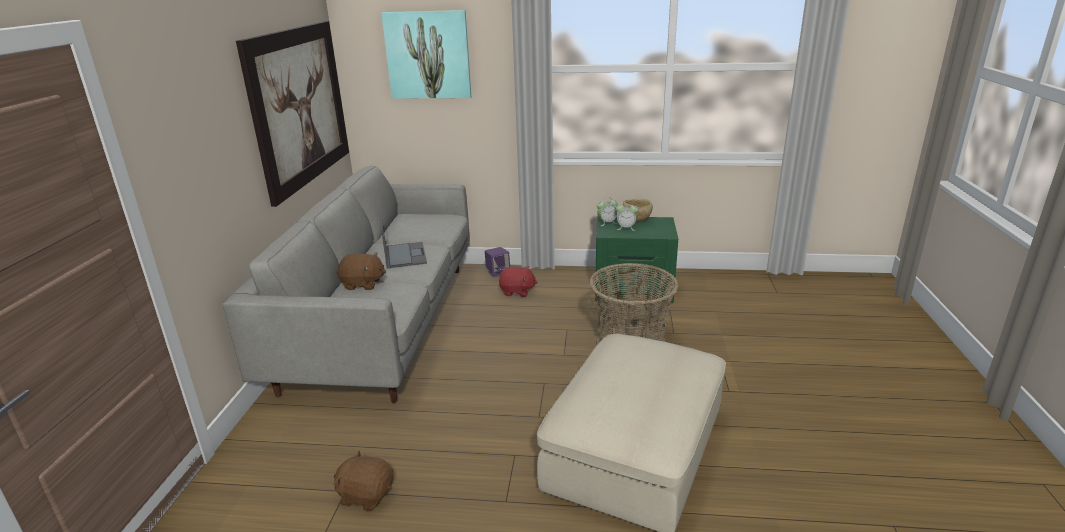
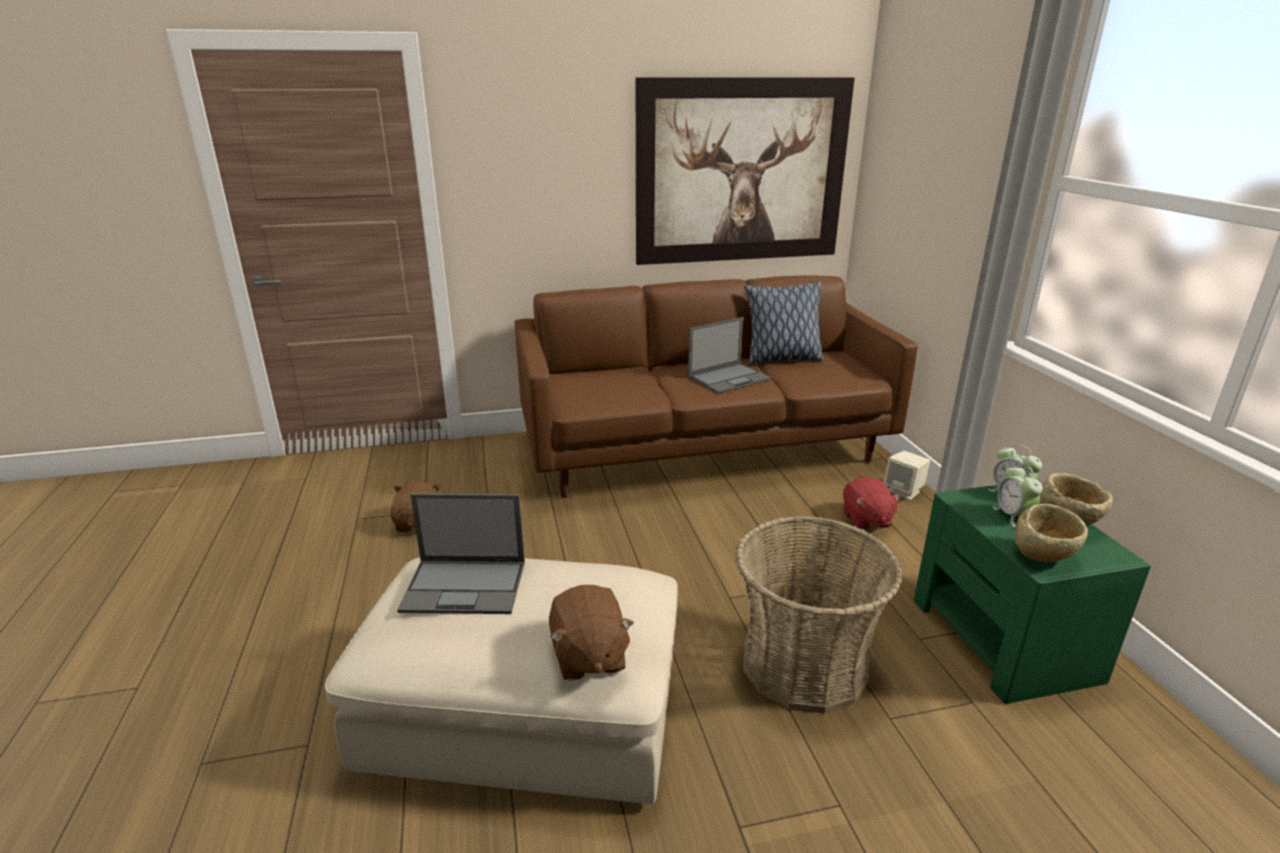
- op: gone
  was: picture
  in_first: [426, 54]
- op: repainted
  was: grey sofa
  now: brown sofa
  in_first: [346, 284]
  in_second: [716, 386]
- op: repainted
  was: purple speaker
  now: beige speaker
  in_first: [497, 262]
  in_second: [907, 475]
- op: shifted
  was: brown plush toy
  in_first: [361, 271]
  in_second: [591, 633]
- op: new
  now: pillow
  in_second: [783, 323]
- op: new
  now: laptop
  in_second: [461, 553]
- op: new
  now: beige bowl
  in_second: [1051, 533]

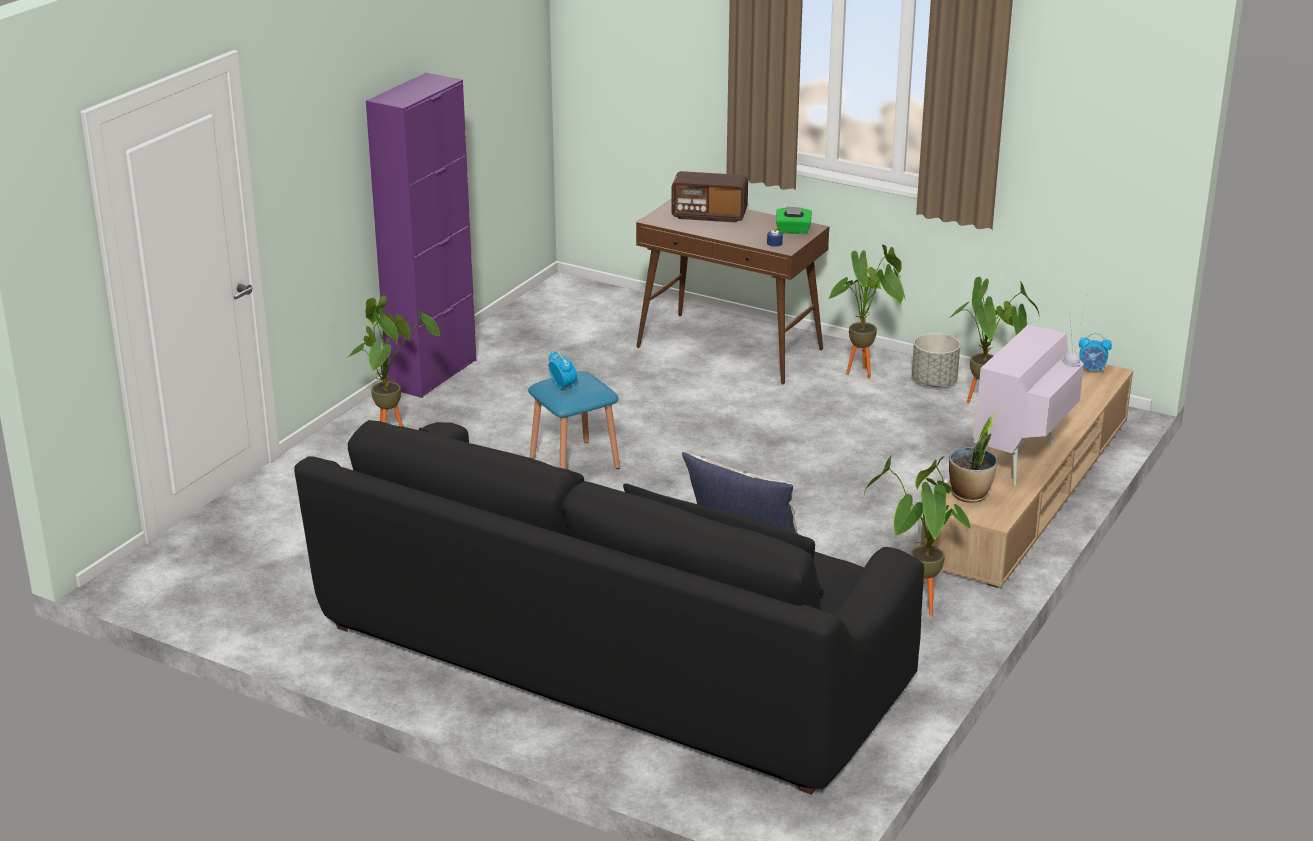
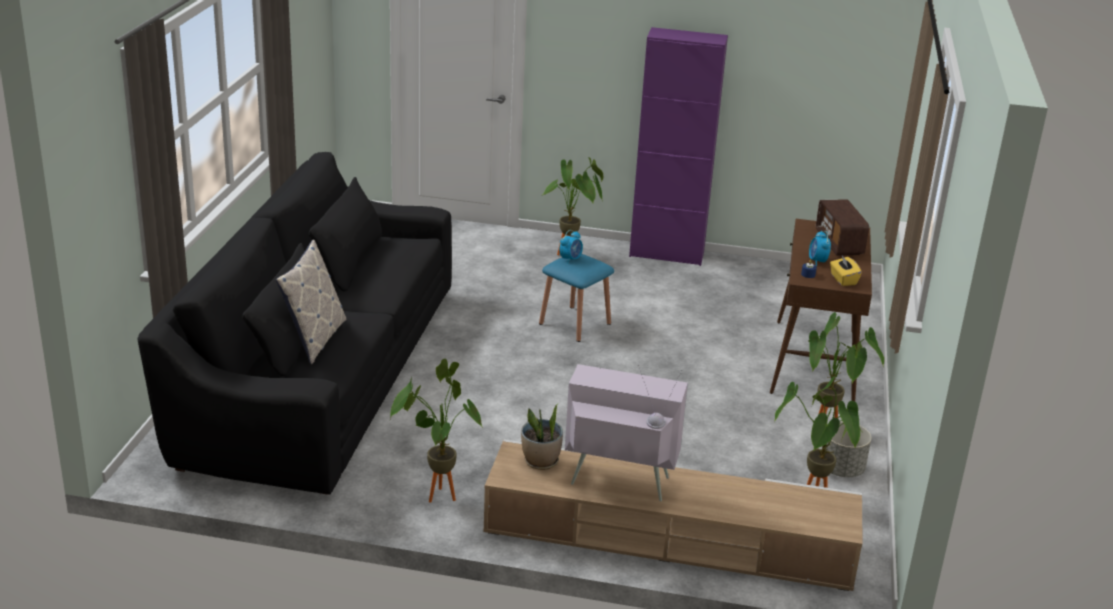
- op: repainted
  was: green tissue box
  now: yellow tissue box
  in_first: [794, 220]
  in_second: [846, 271]
- op: shifted
  was: alarm clock
  in_first: [1095, 353]
  in_second: [820, 248]

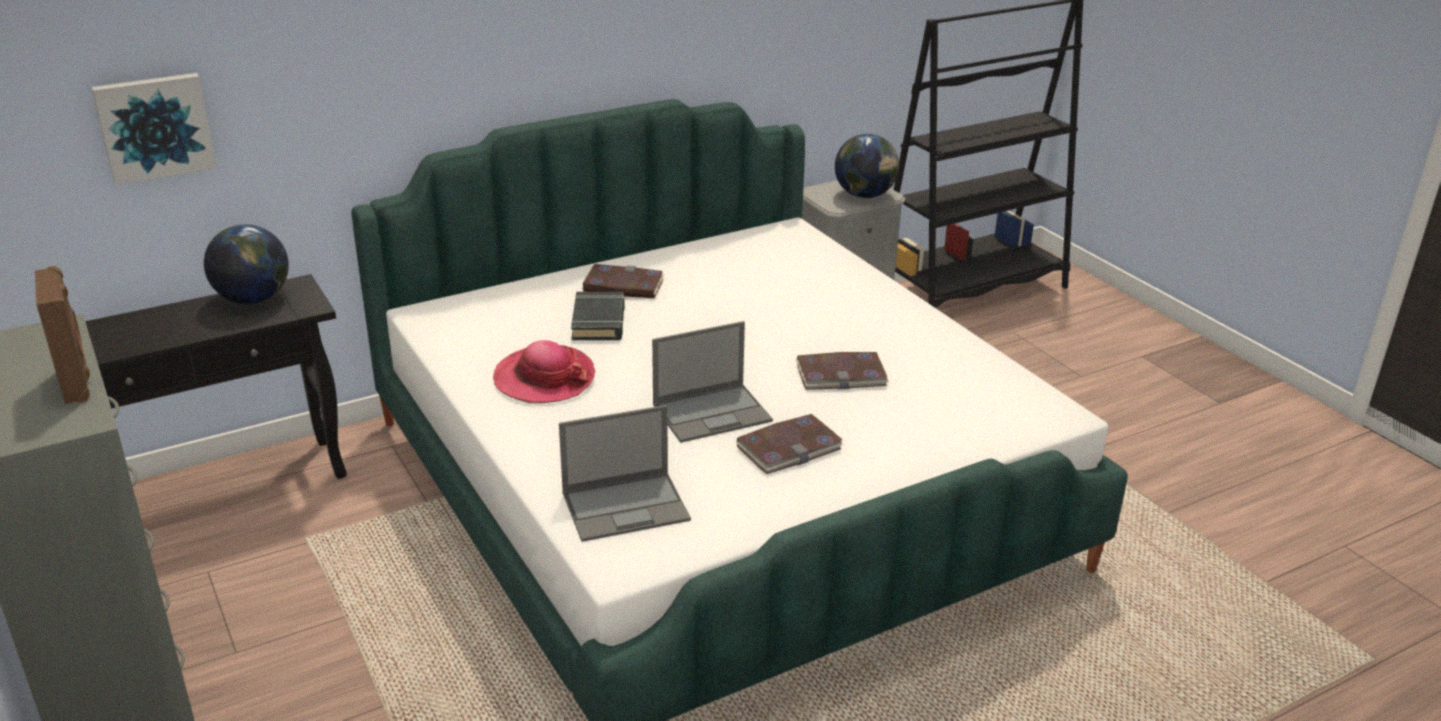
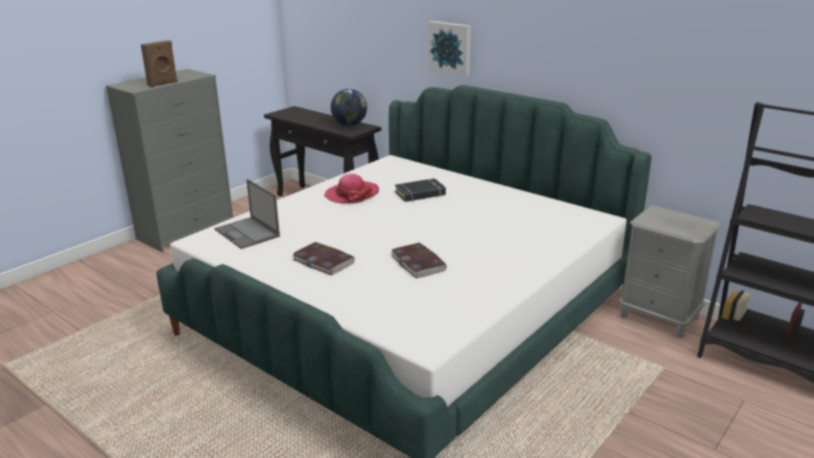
- op: shifted
  was: picture
  in_first: [154, 129]
  in_second: [449, 48]
- op: gone
  was: globe
  in_first: [867, 166]
- op: gone
  was: book
  in_first: [623, 281]
- op: gone
  was: laptop
  in_first: [712, 382]

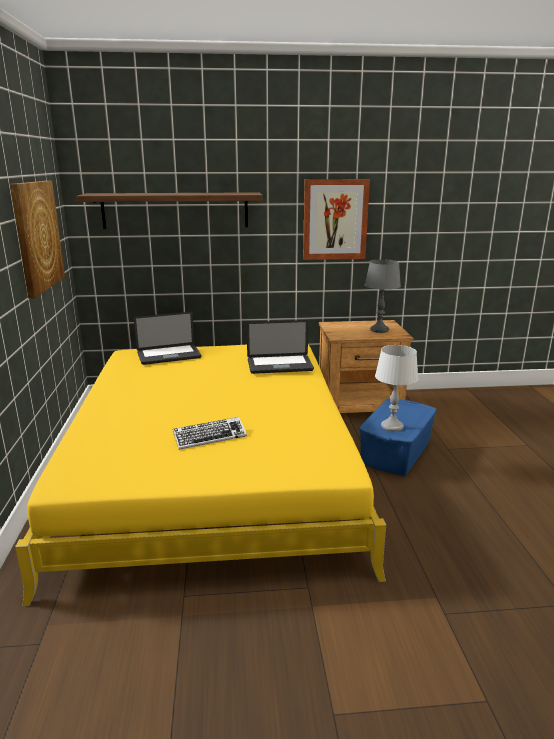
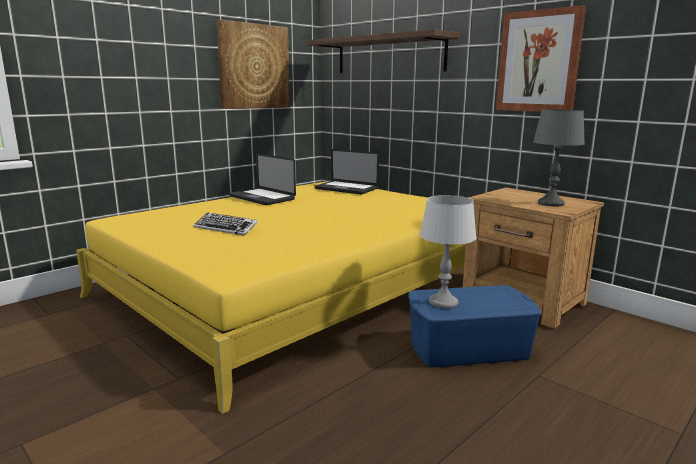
- op: shifted
  was: laptop
  in_first: [280, 347]
  in_second: [262, 179]

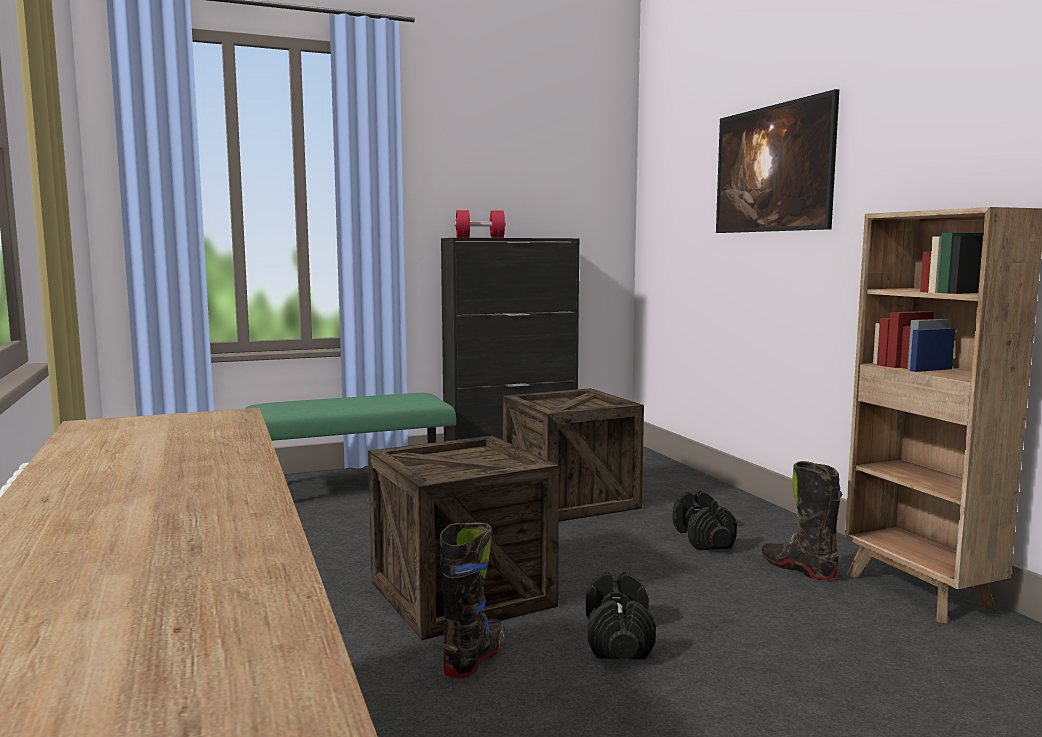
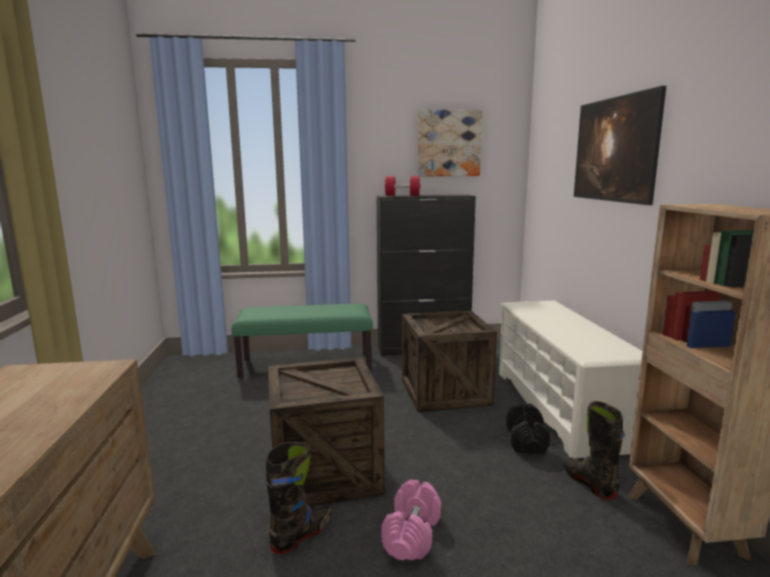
- op: repainted
  was: black dumbbell
  now: pink dumbbell
  in_first: [621, 615]
  in_second: [411, 520]
- op: new
  now: picture
  in_second: [450, 143]
- op: new
  now: white shoe rack
  in_second: [571, 380]

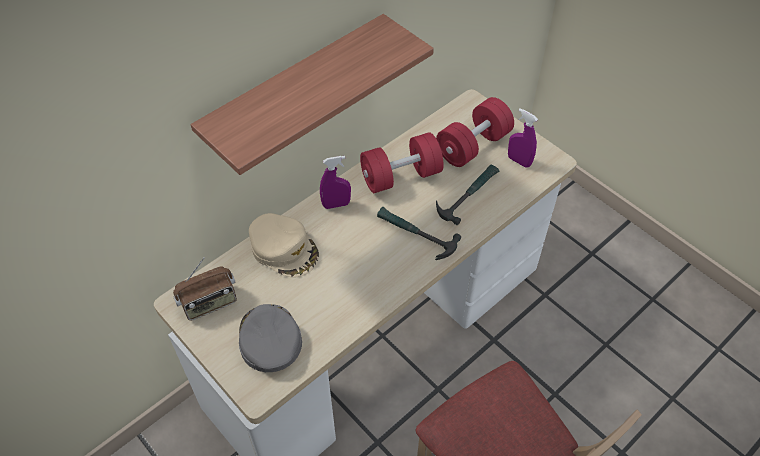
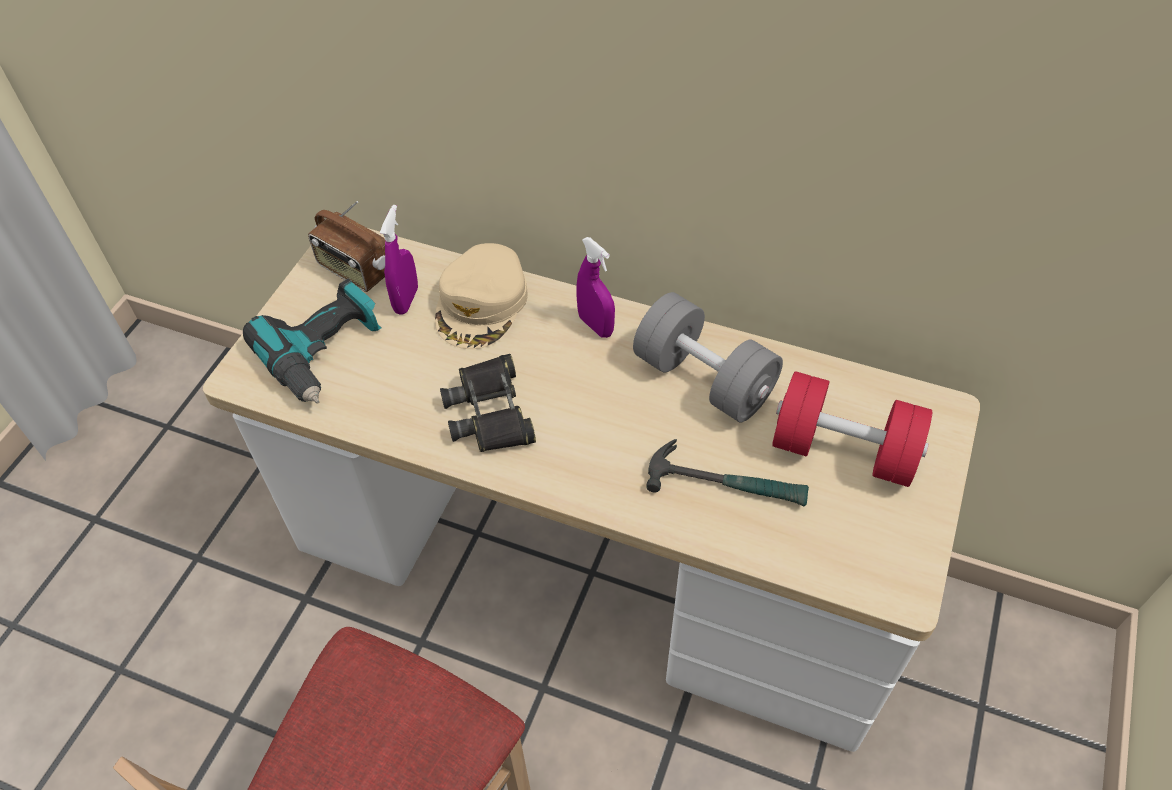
- op: gone
  was: shelf
  in_first: [312, 94]
- op: shifted
  was: purple spray bottle
  in_first: [523, 138]
  in_second: [399, 260]
- op: repainted
  was: red dumbbell
  now: grey dumbbell
  in_first: [402, 162]
  in_second: [708, 357]
- op: gone
  was: hammer
  in_first: [419, 233]
- op: swapped
  was: grey cap
  now: power drill
  in_first: [270, 338]
  in_second: [312, 341]
- op: new
  now: black binoculars
  in_second: [488, 403]

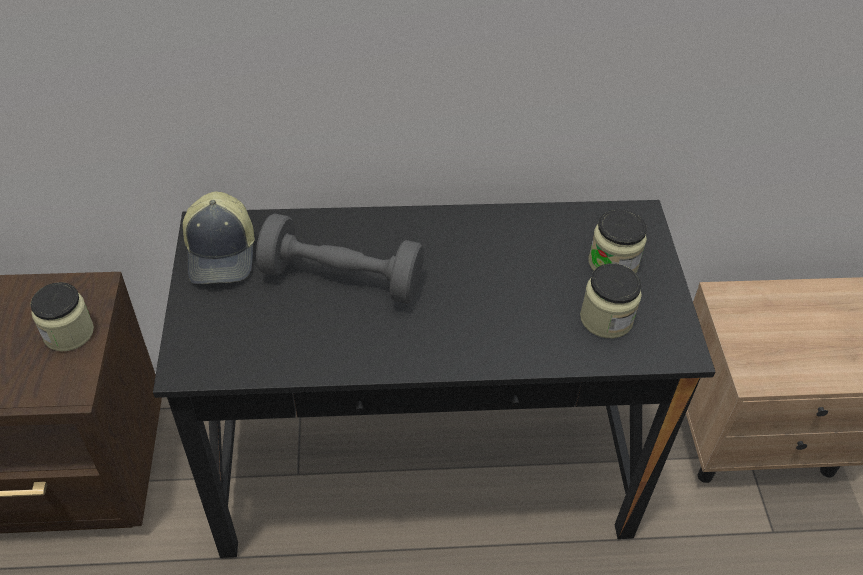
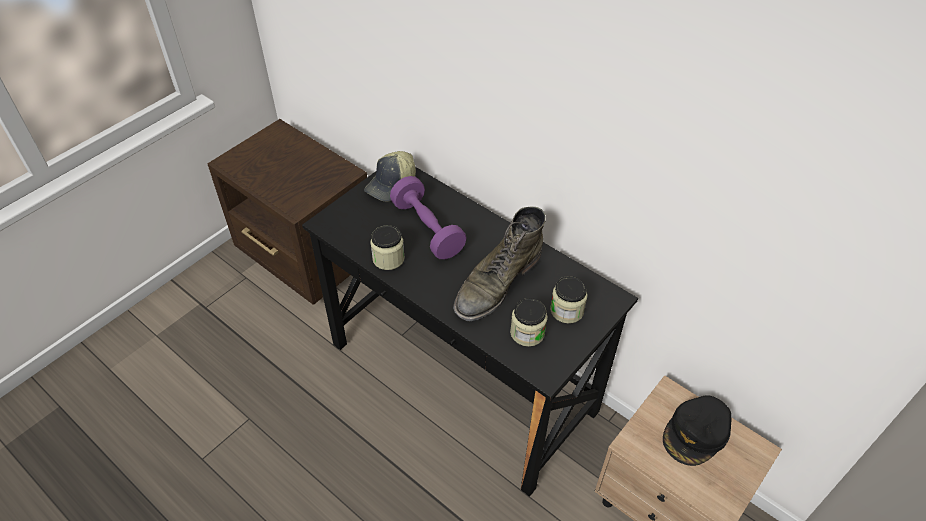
- op: repainted
  was: grey dumbbell
  now: purple dumbbell
  in_first: [340, 258]
  in_second: [428, 217]
- op: shifted
  was: jar
  in_first: [62, 316]
  in_second: [387, 247]
- op: new
  now: green boot
  in_second: [499, 264]
- op: new
  now: black cap
  in_second: [697, 430]

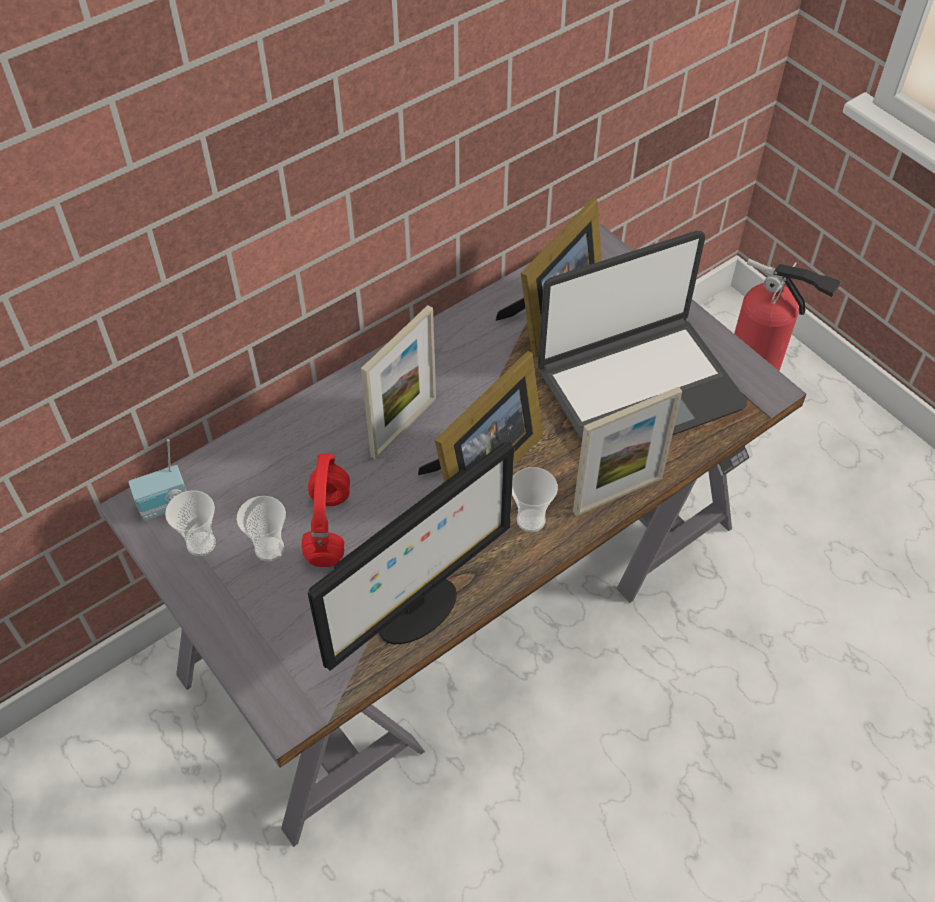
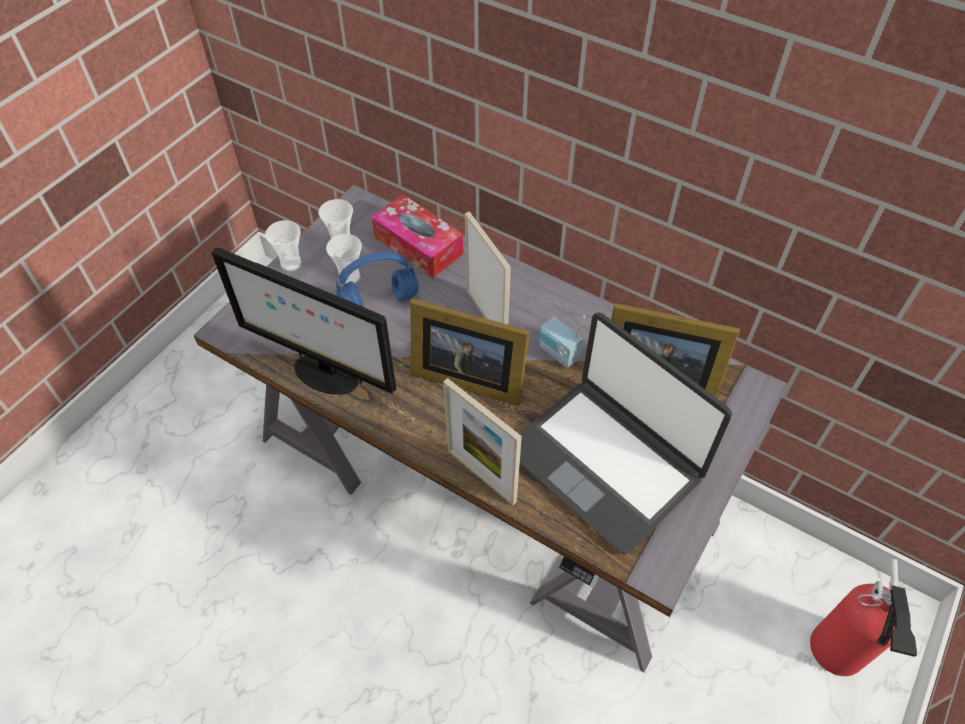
- op: rotated
  was: picture frame
  in_first: [398, 382]
  in_second: [488, 267]
  clockwise: -135
- op: shifted
  was: radio
  in_first: [157, 480]
  in_second: [562, 342]
- op: repainted
  was: red headphones
  now: blue headphones
  in_first: [325, 510]
  in_second: [377, 279]
- op: shifted
  was: cup
  in_first: [535, 499]
  in_second: [283, 245]
- op: new
  now: tissue box
  in_second: [417, 236]

